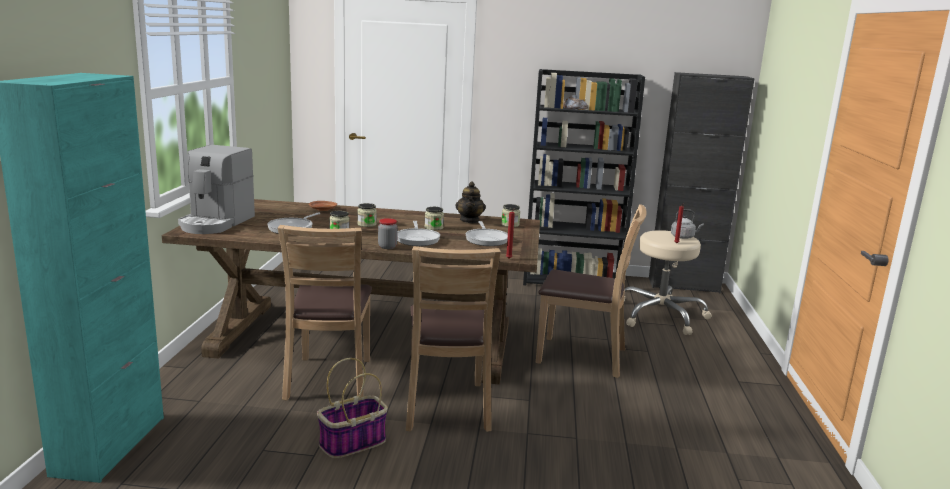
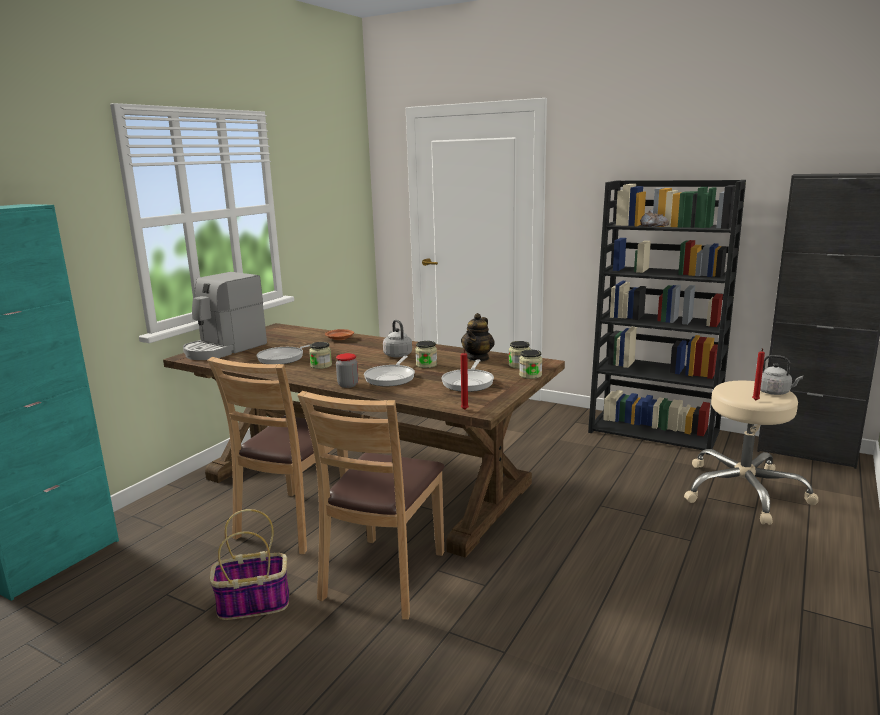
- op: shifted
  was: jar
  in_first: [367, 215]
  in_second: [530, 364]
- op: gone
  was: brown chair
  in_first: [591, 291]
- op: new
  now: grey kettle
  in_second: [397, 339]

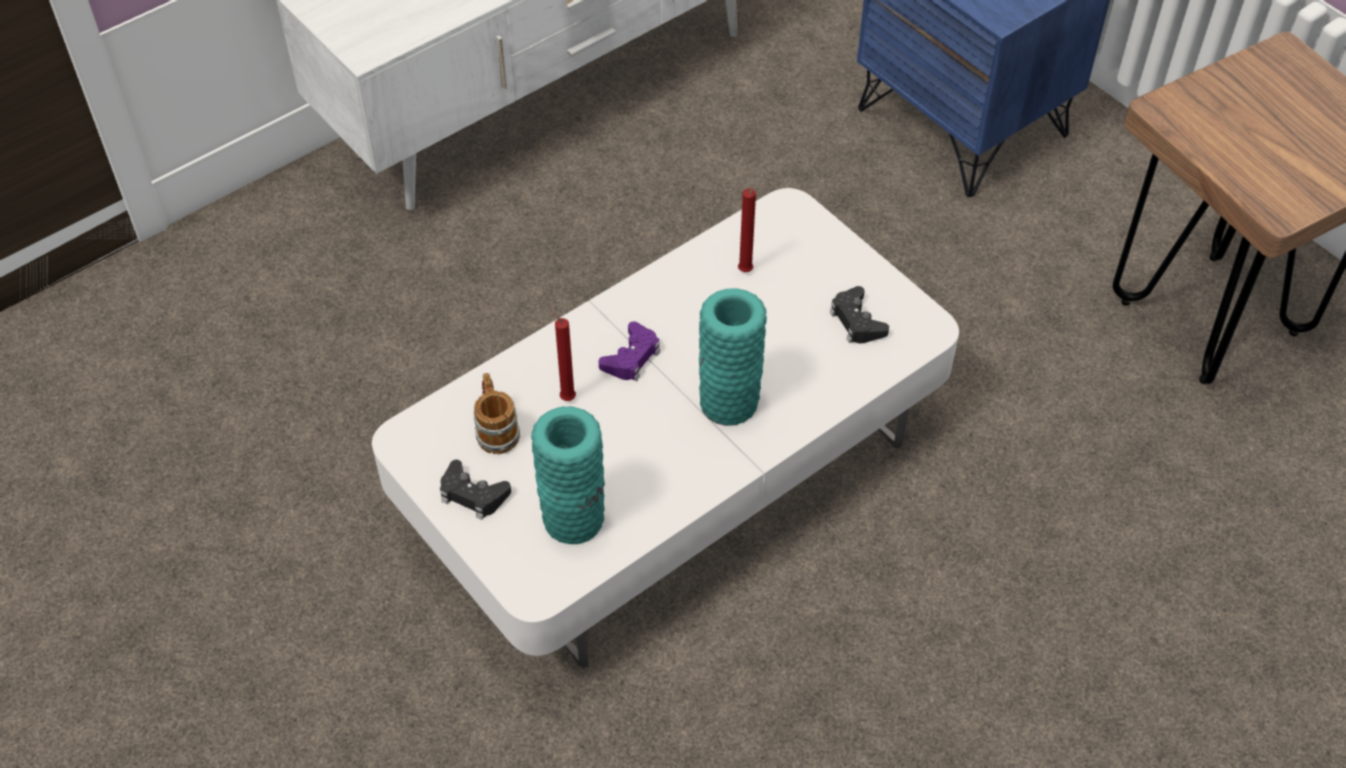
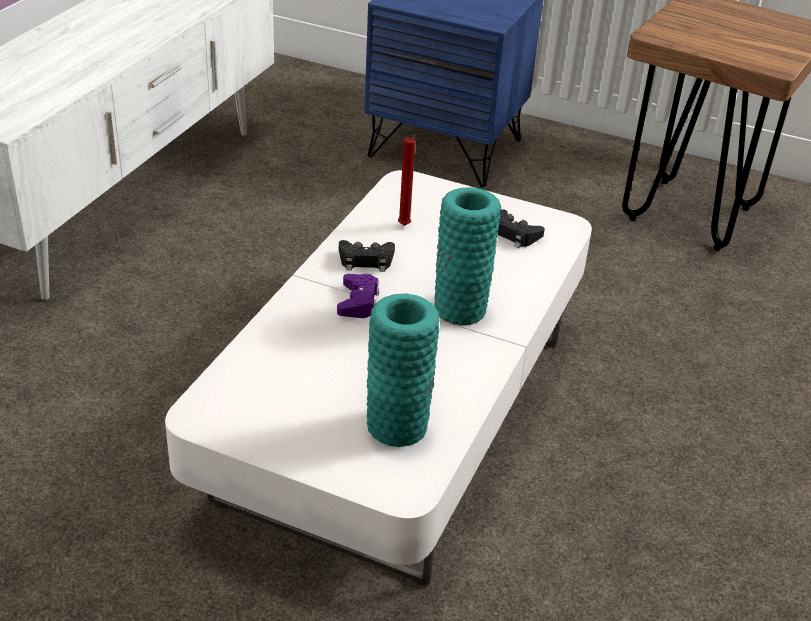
- op: gone
  was: red candle
  in_first: [563, 354]
- op: gone
  was: mug
  in_first: [497, 413]
- op: shifted
  was: black game controller
  in_first: [475, 490]
  in_second: [367, 256]

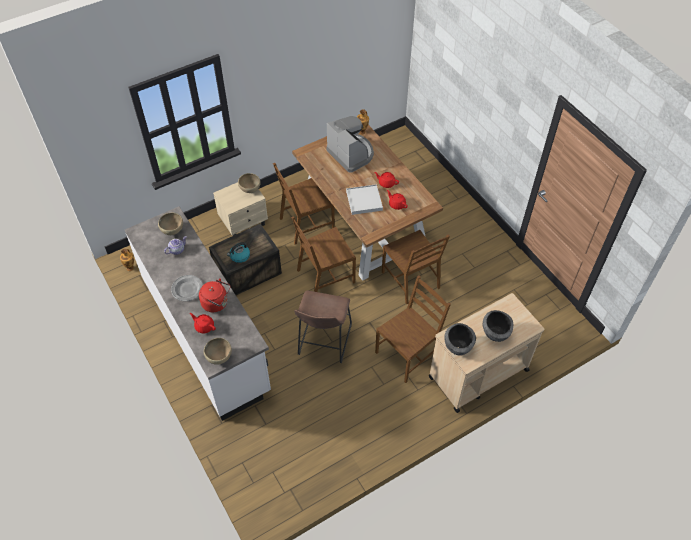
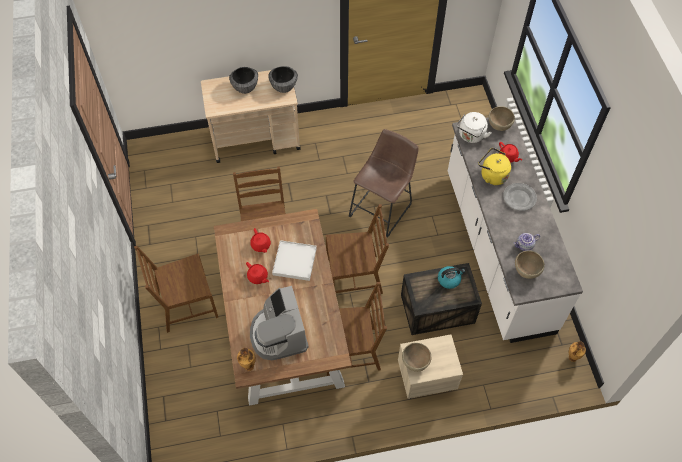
- op: shifted
  was: brown chair
  in_first: [413, 329]
  in_second: [176, 289]
- op: repainted
  was: red kettle
  now: yellow kettle
  in_first: [215, 295]
  in_second: [494, 166]
- op: new
  now: white kettle
  in_second: [474, 127]

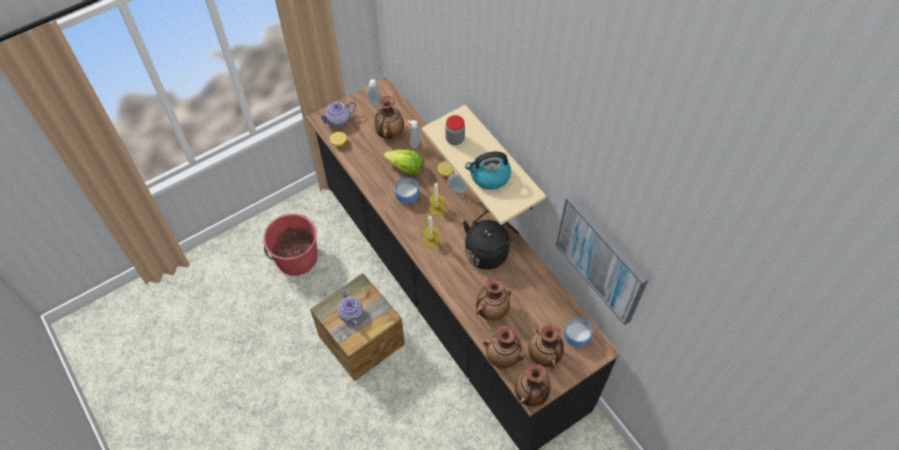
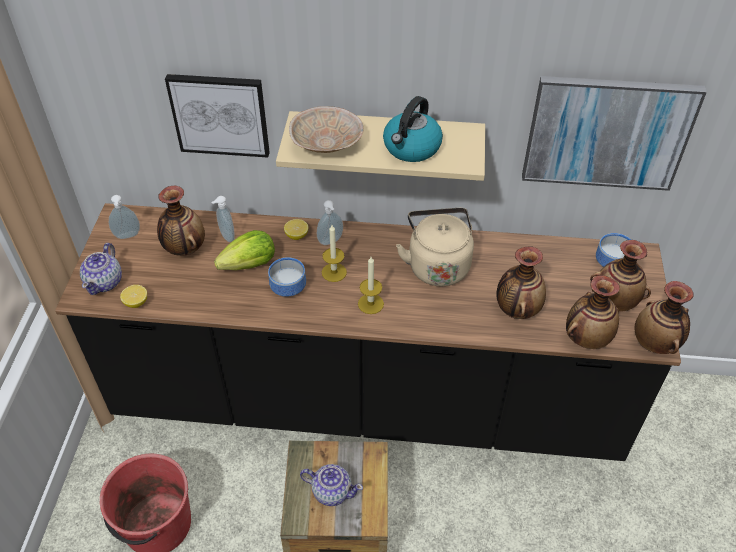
- op: swapped
  was: jar
  now: beige bowl
  in_first: [455, 130]
  in_second: [326, 129]
- op: repainted
  was: black kettle
  now: beige kettle
  in_first: [491, 240]
  in_second: [435, 247]
- op: new
  now: picture
  in_second: [217, 115]

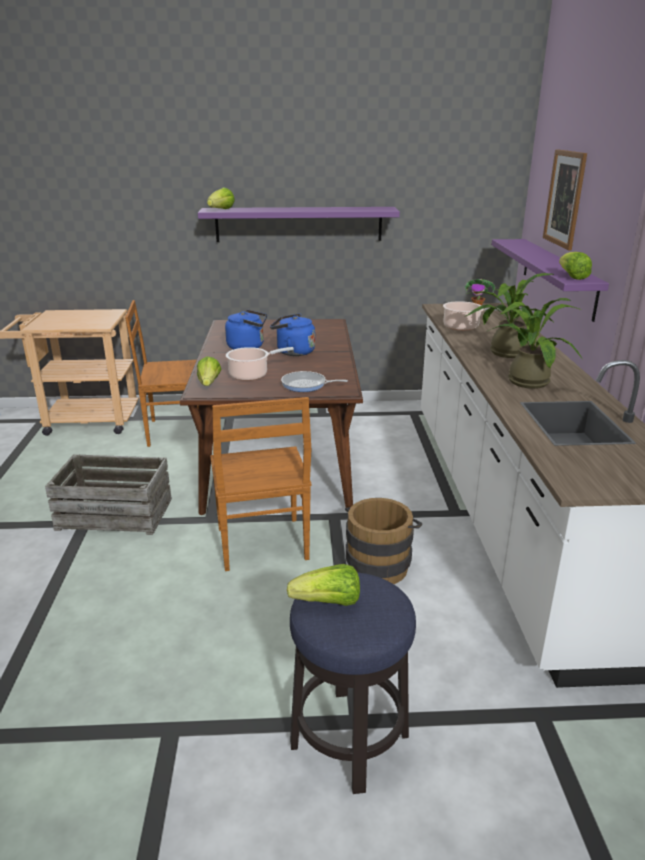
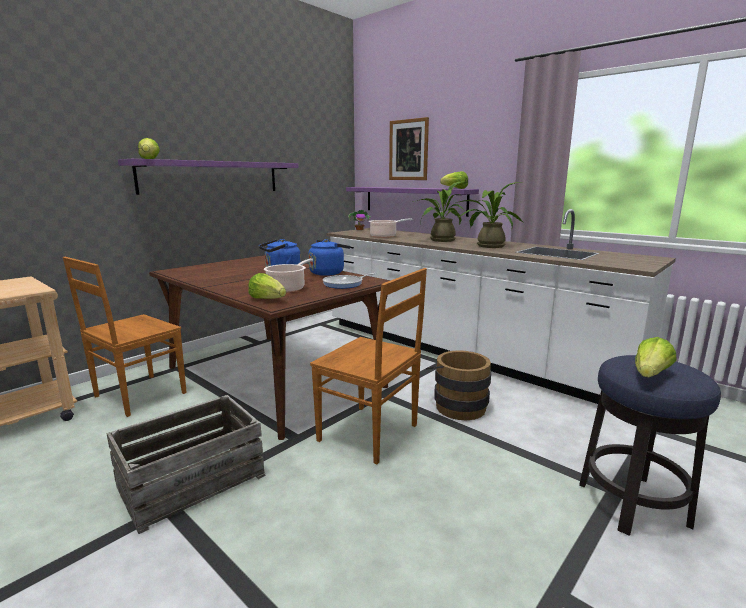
- op: shifted
  was: blue kettle
  in_first: [246, 329]
  in_second: [329, 257]

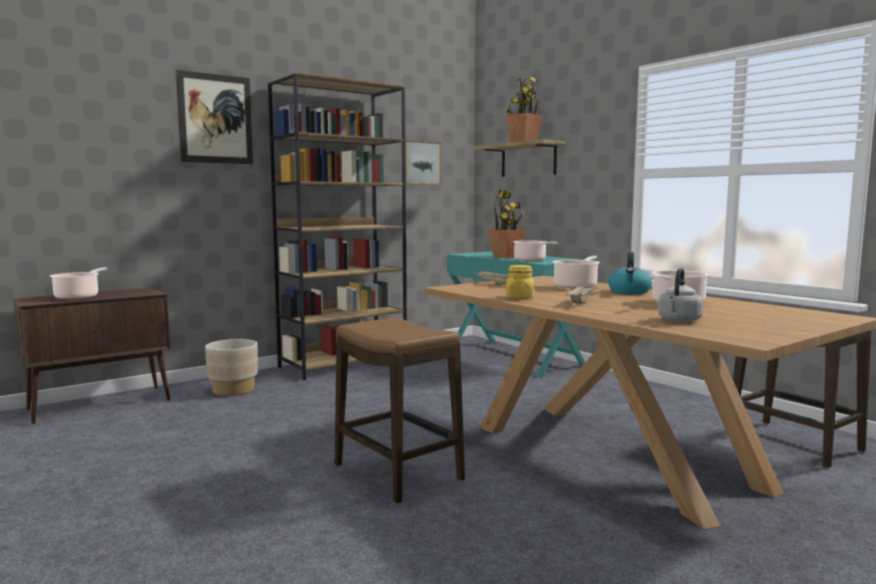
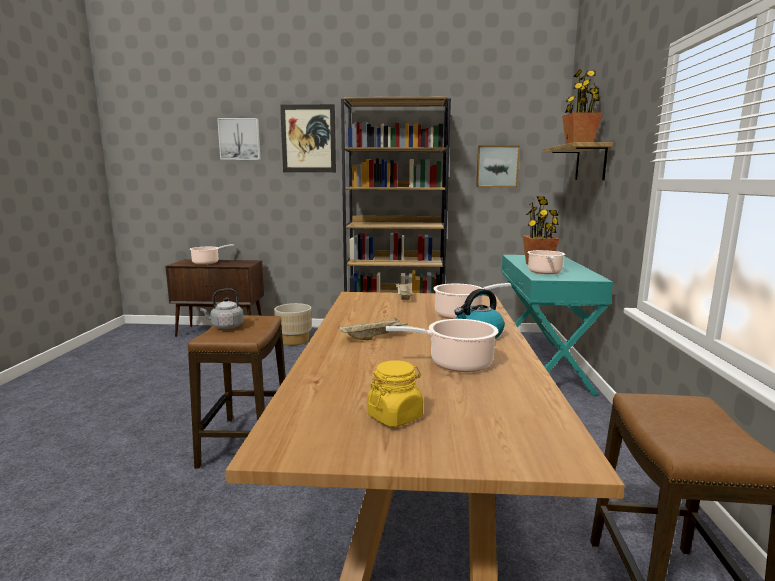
- op: shifted
  was: yellow jar
  in_first: [520, 282]
  in_second: [395, 393]
- op: shifted
  was: grey kettle
  in_first: [680, 295]
  in_second: [222, 309]
- op: new
  now: picture
  in_second: [239, 139]

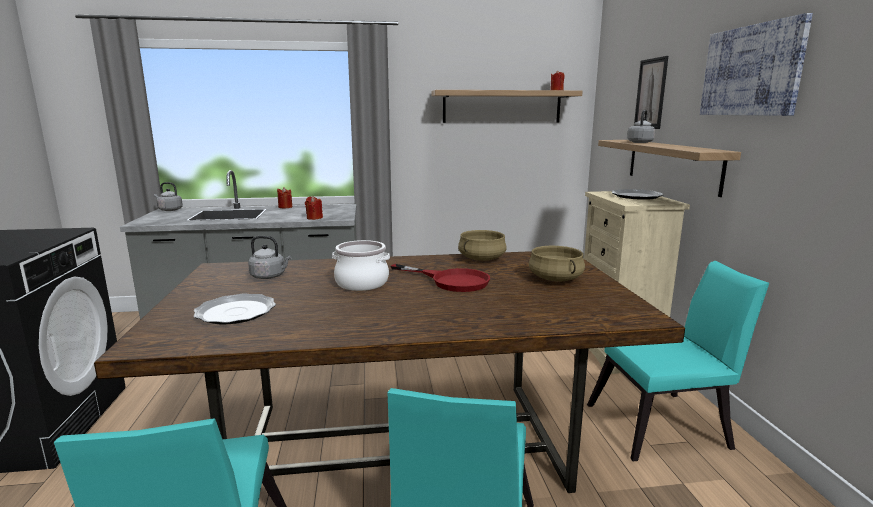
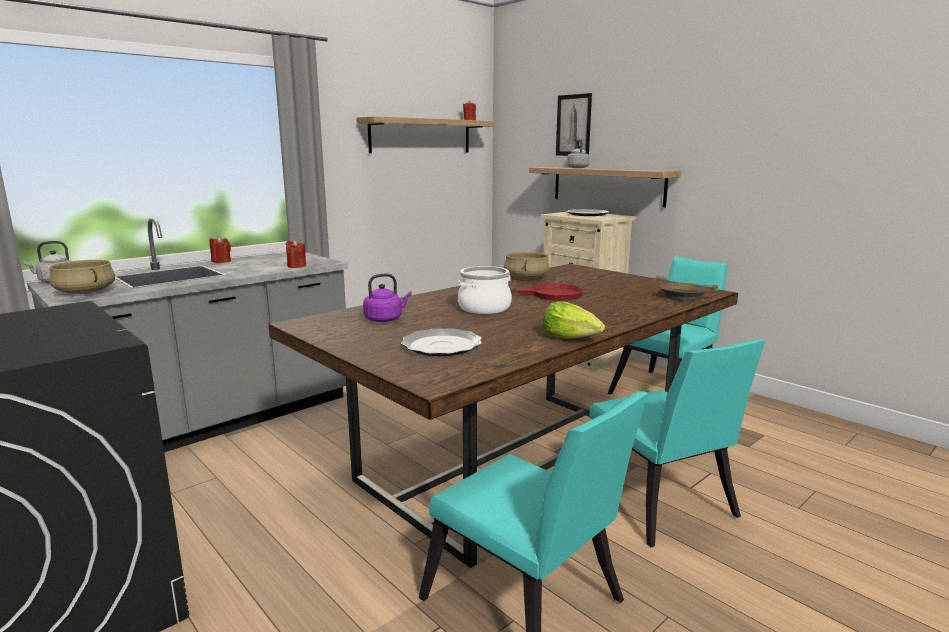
- op: gone
  was: picture
  in_first: [756, 64]
- op: repainted
  was: grey kettle
  now: purple kettle
  in_first: [269, 257]
  in_second: [387, 298]
- op: shifted
  was: beige cooking pot
  in_first: [557, 264]
  in_second: [82, 277]
- op: new
  now: brown frying pan
  in_second: [688, 291]
- op: new
  now: lettuce
  in_second: [574, 320]

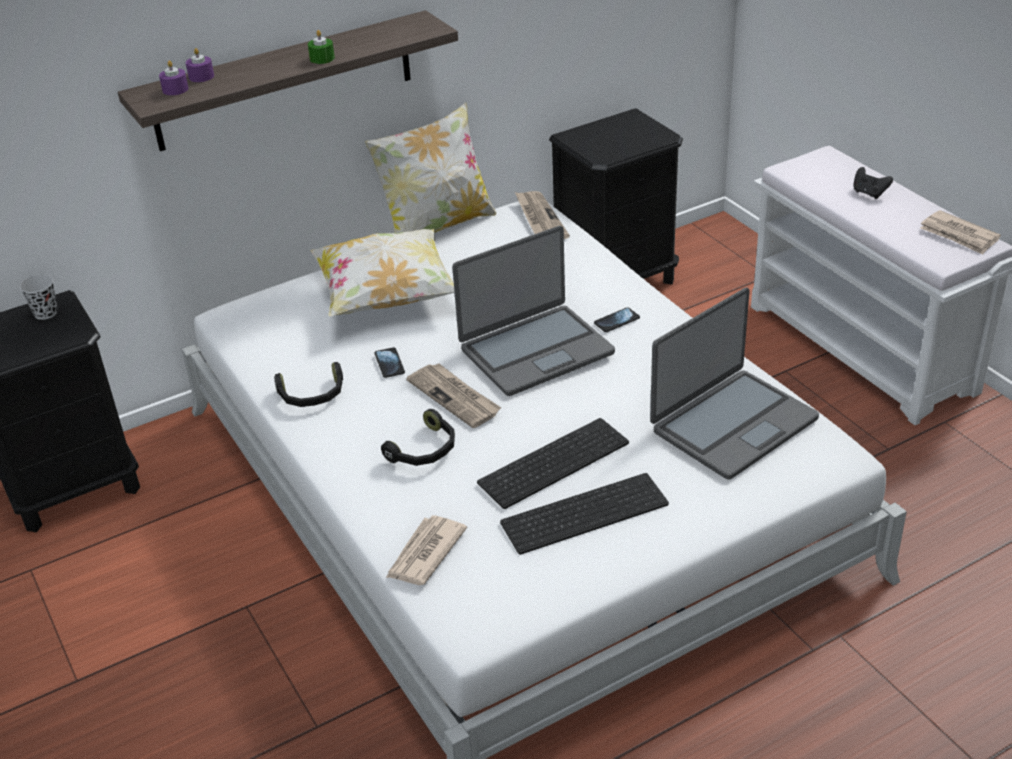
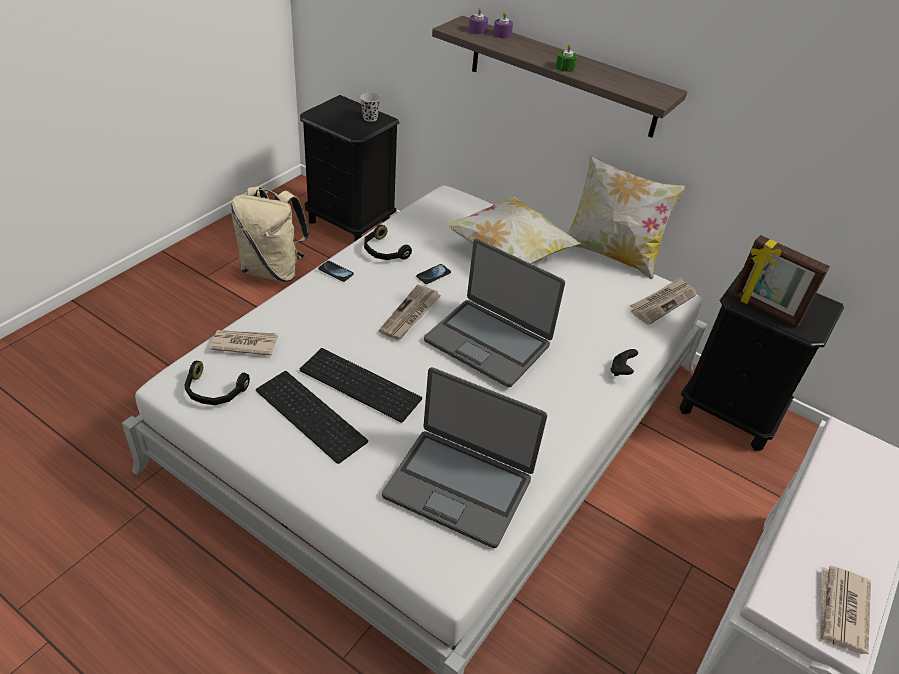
- op: shifted
  was: black game controller
  in_first: [873, 183]
  in_second: [624, 362]
- op: shifted
  was: phone
  in_first: [617, 319]
  in_second: [336, 271]
- op: shifted
  was: black headphones
  in_first: [418, 437]
  in_second: [217, 383]
- op: new
  now: beige backpack
  in_second: [270, 234]
- op: new
  now: picture frame
  in_second: [781, 281]

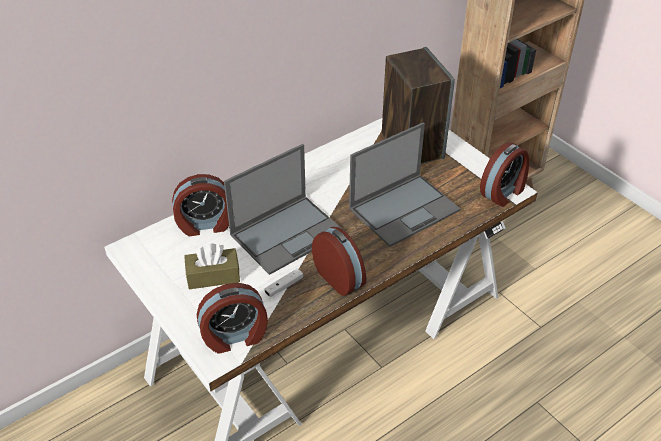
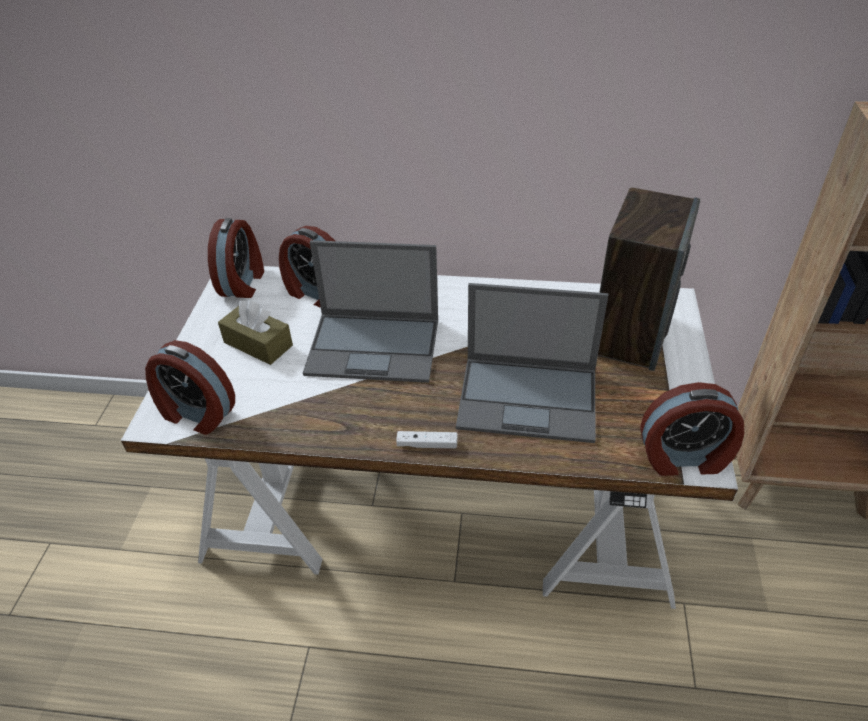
- op: shifted
  was: alarm clock
  in_first: [339, 261]
  in_second: [236, 258]
- op: shifted
  was: white game controller
  in_first: [283, 282]
  in_second: [426, 440]

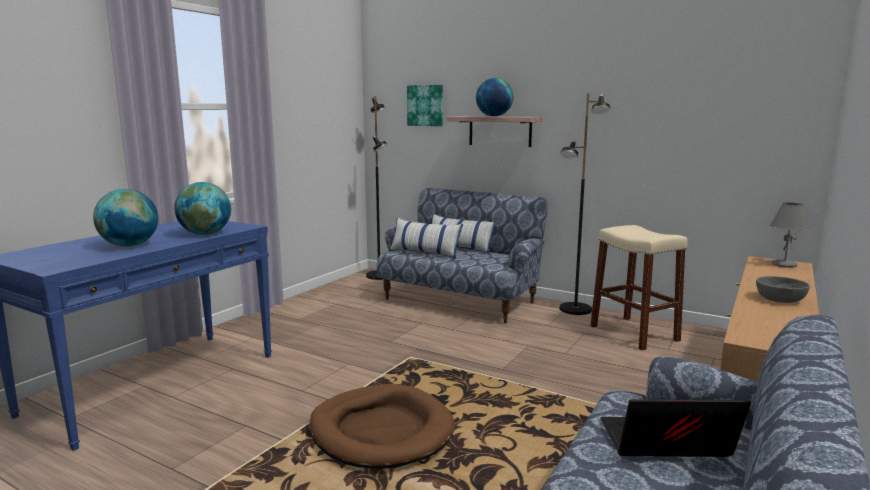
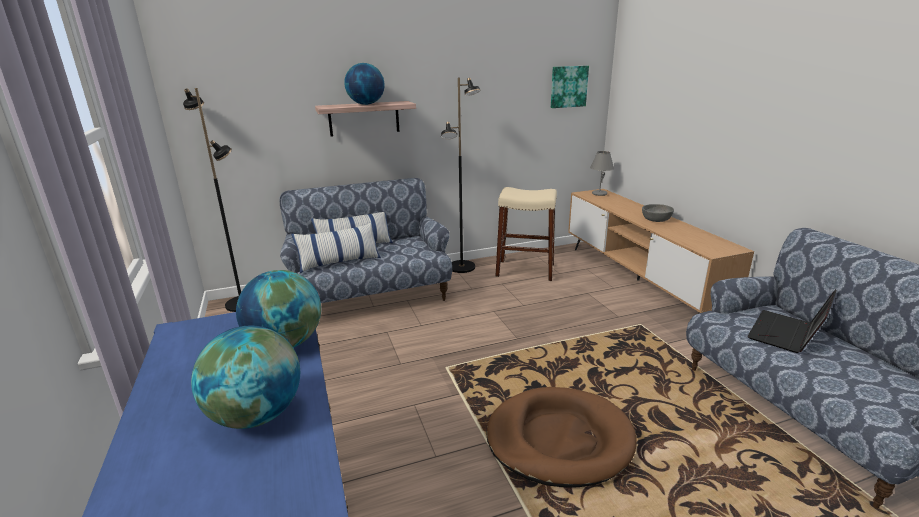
- op: shifted
  was: picture
  in_first: [425, 105]
  in_second: [570, 87]

